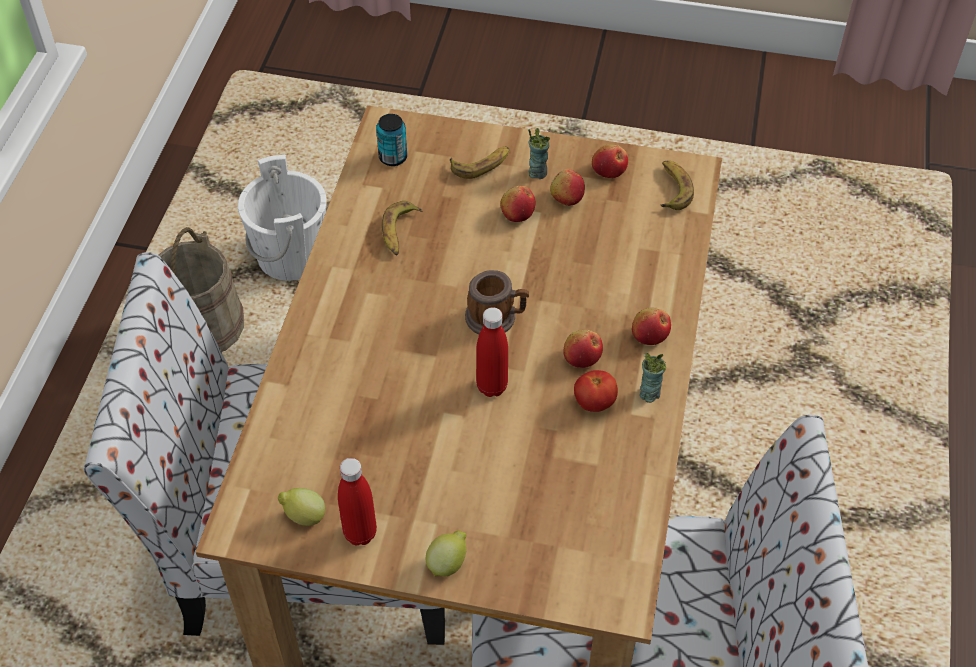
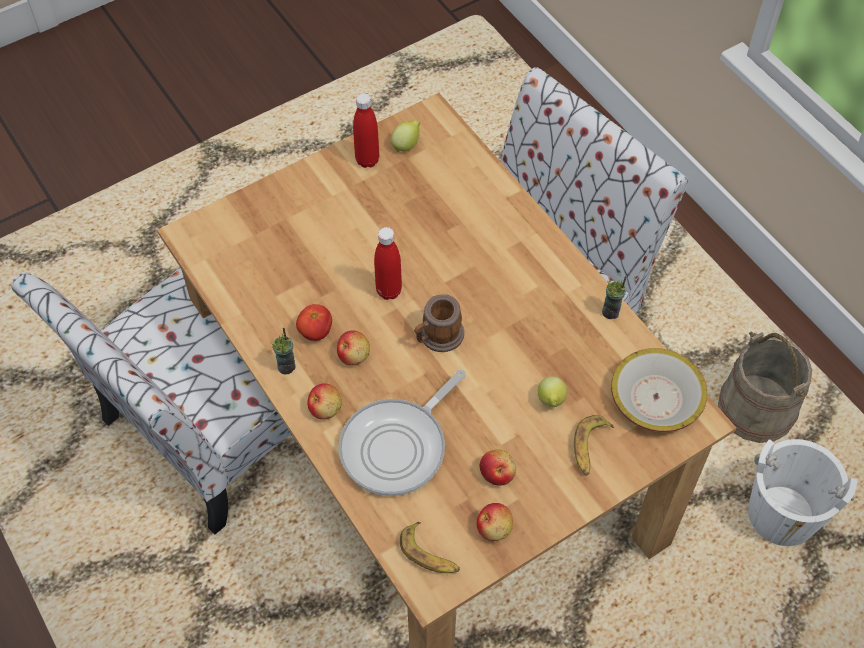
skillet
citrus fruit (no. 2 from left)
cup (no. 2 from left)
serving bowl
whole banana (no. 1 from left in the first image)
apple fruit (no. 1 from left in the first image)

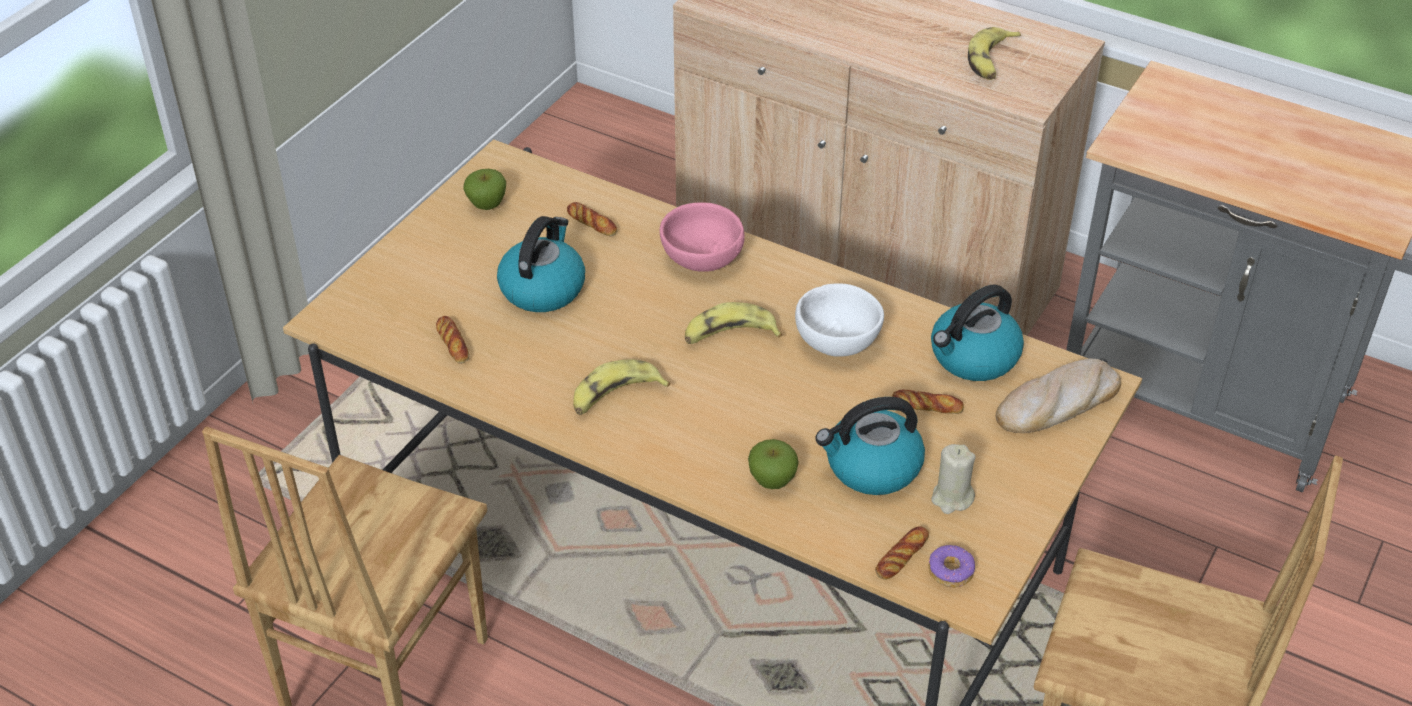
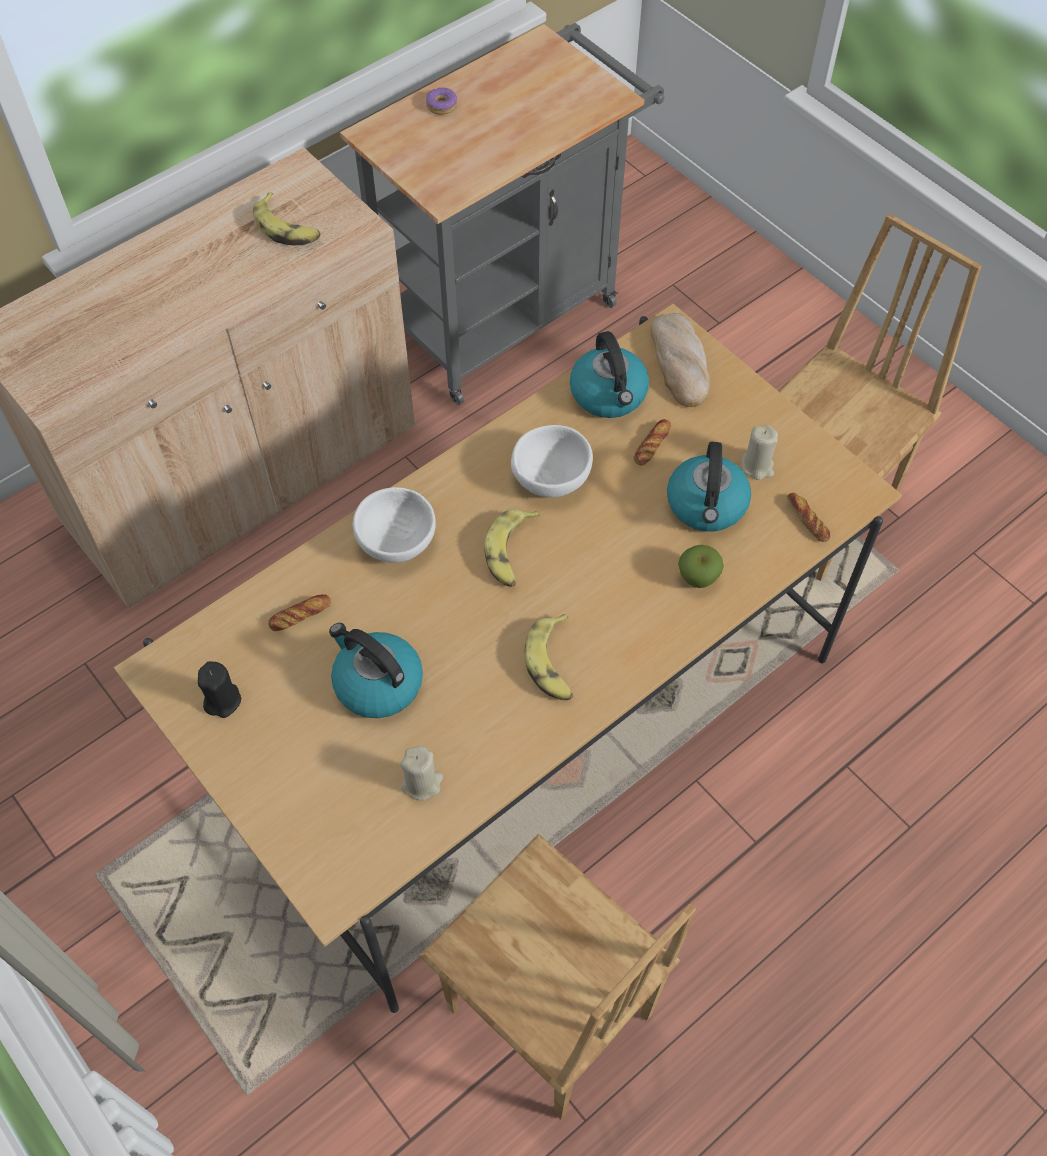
wax candle in blackish
serving bowl in white (no. 1 from left)
wax candle in beige (no. 1 from left)
donut

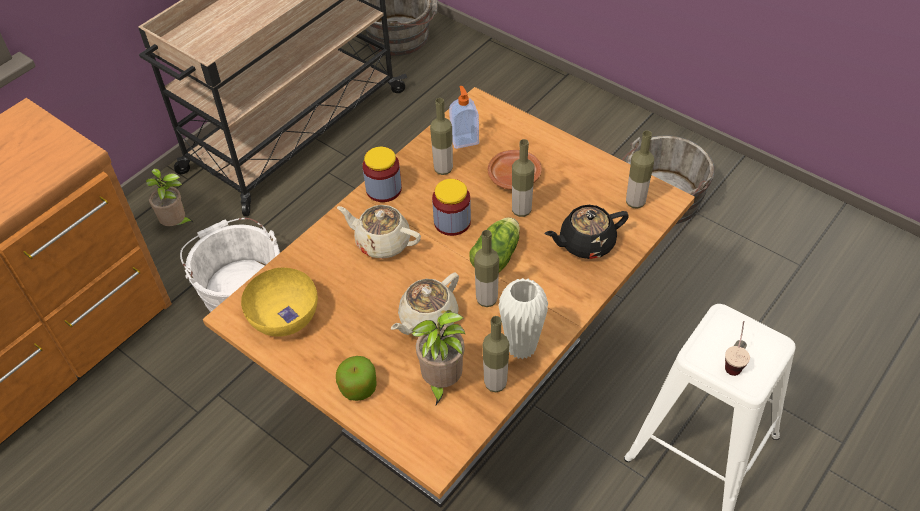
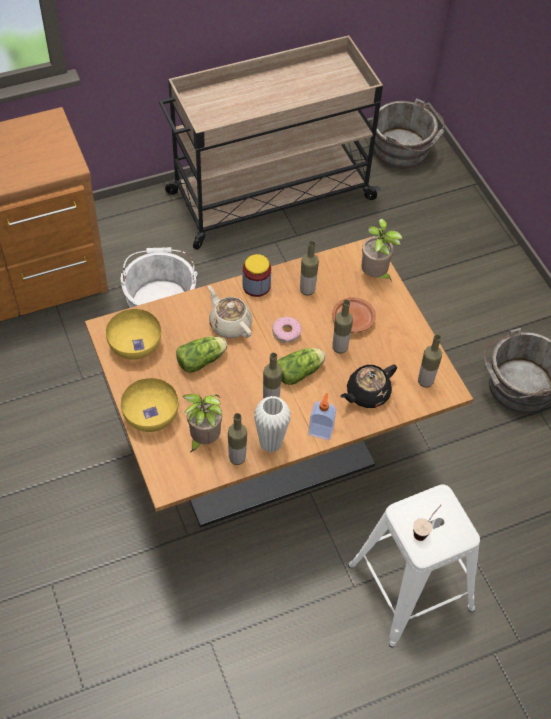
serving bowl in yellowish (no. 2 from left)
lettuce (no. 1 from left)
donut
liquid soap bottle
tea pot in blackish
potted plant (no. 2 from left)
tea pot in beige (no. 2 from left in the first image)

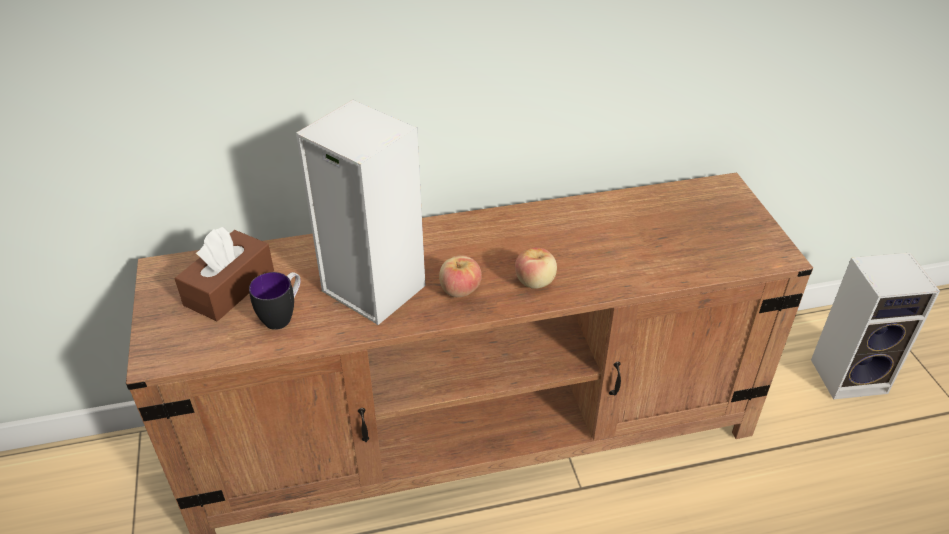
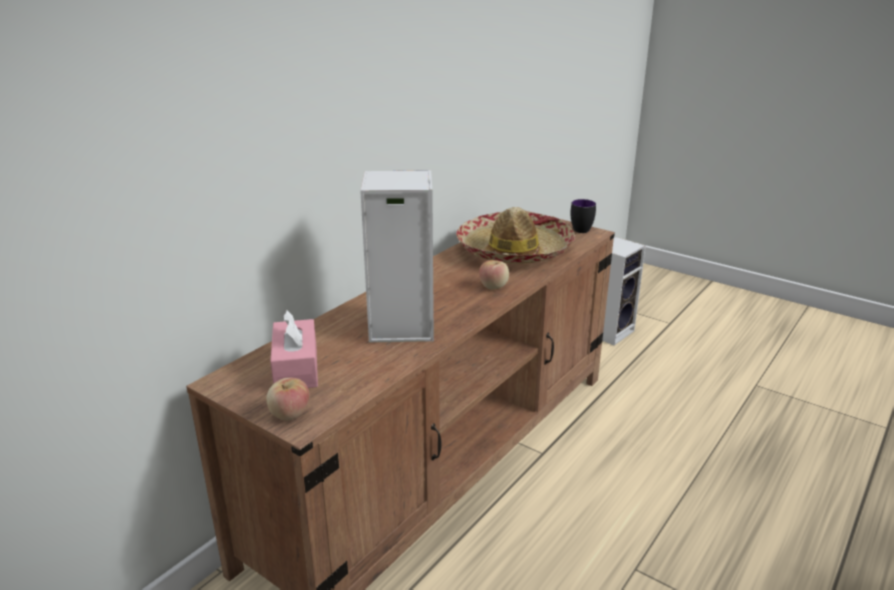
apple fruit (no. 1 from left)
box of tissues in pink
hat
mug

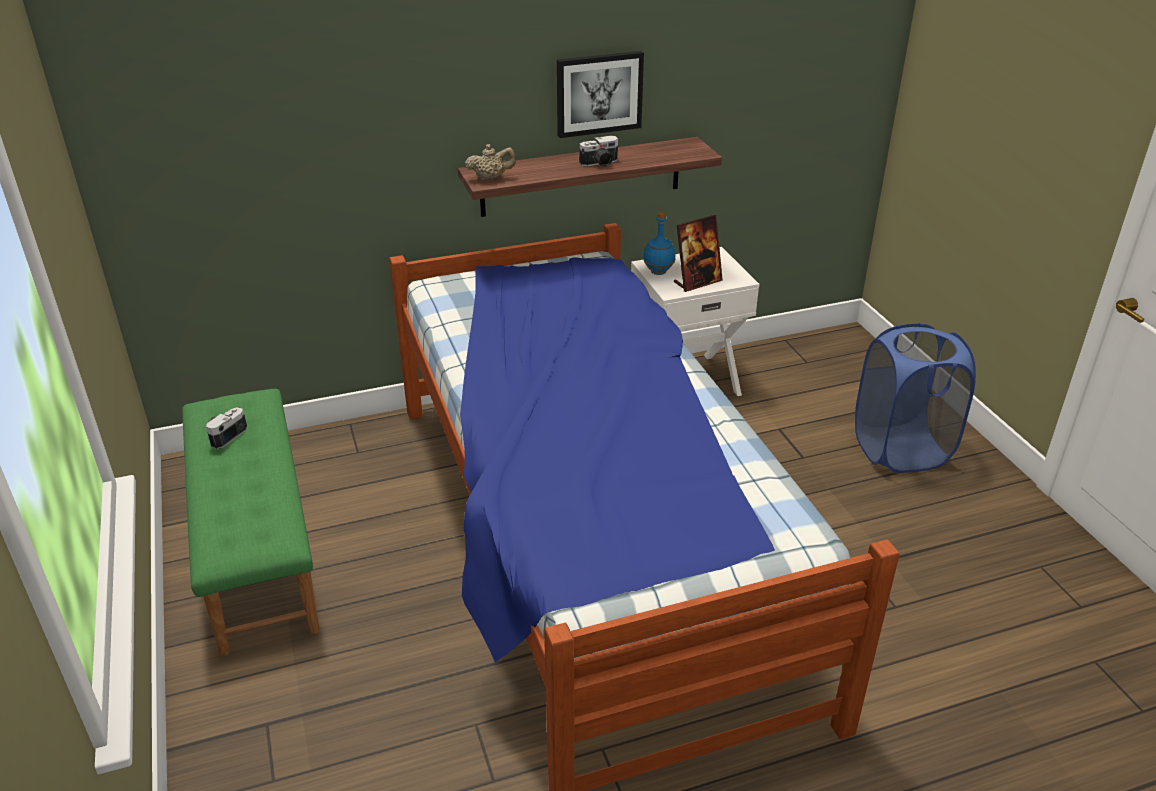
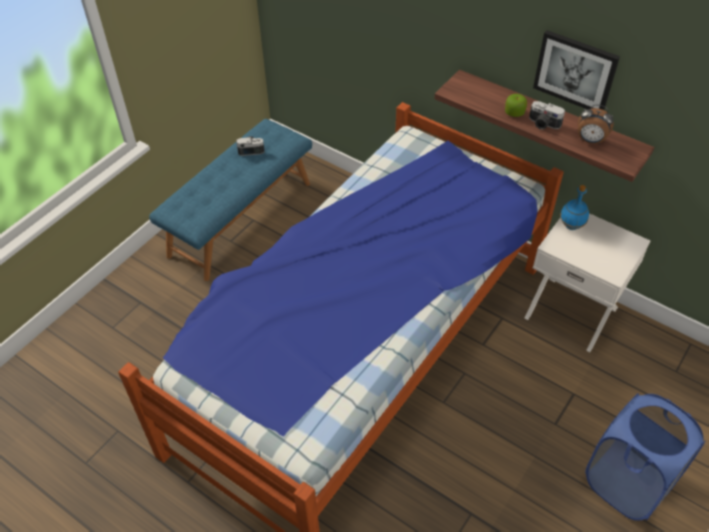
bench in blue-coloured
apple fruit
bedside clock
tea pot in beige
standing frame

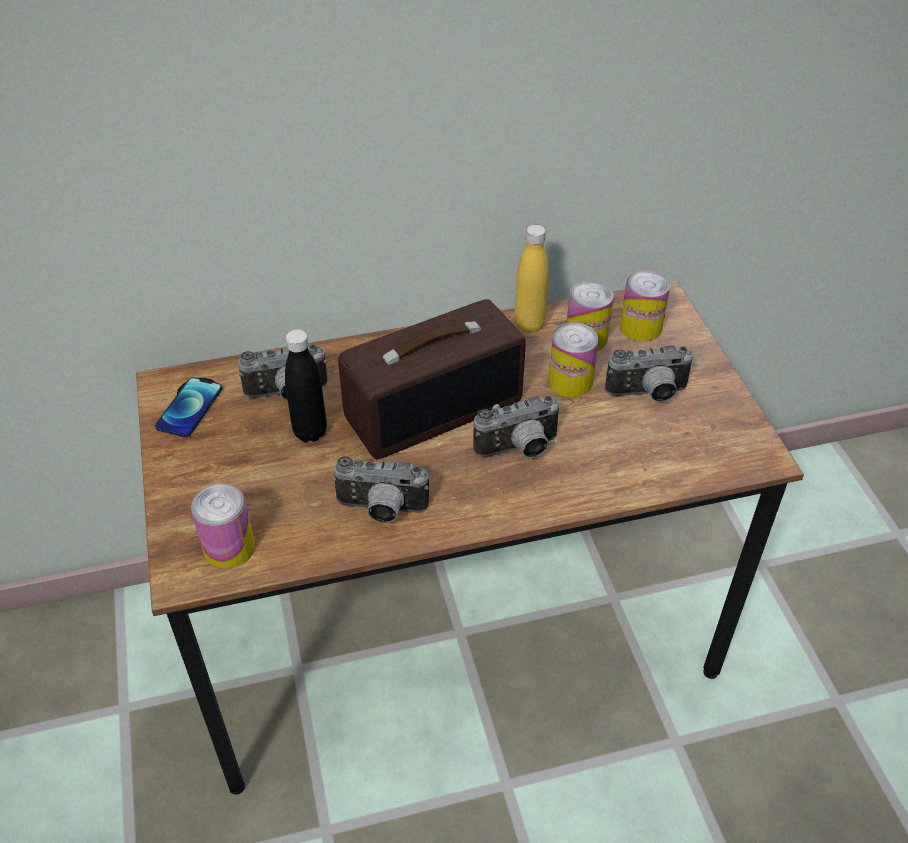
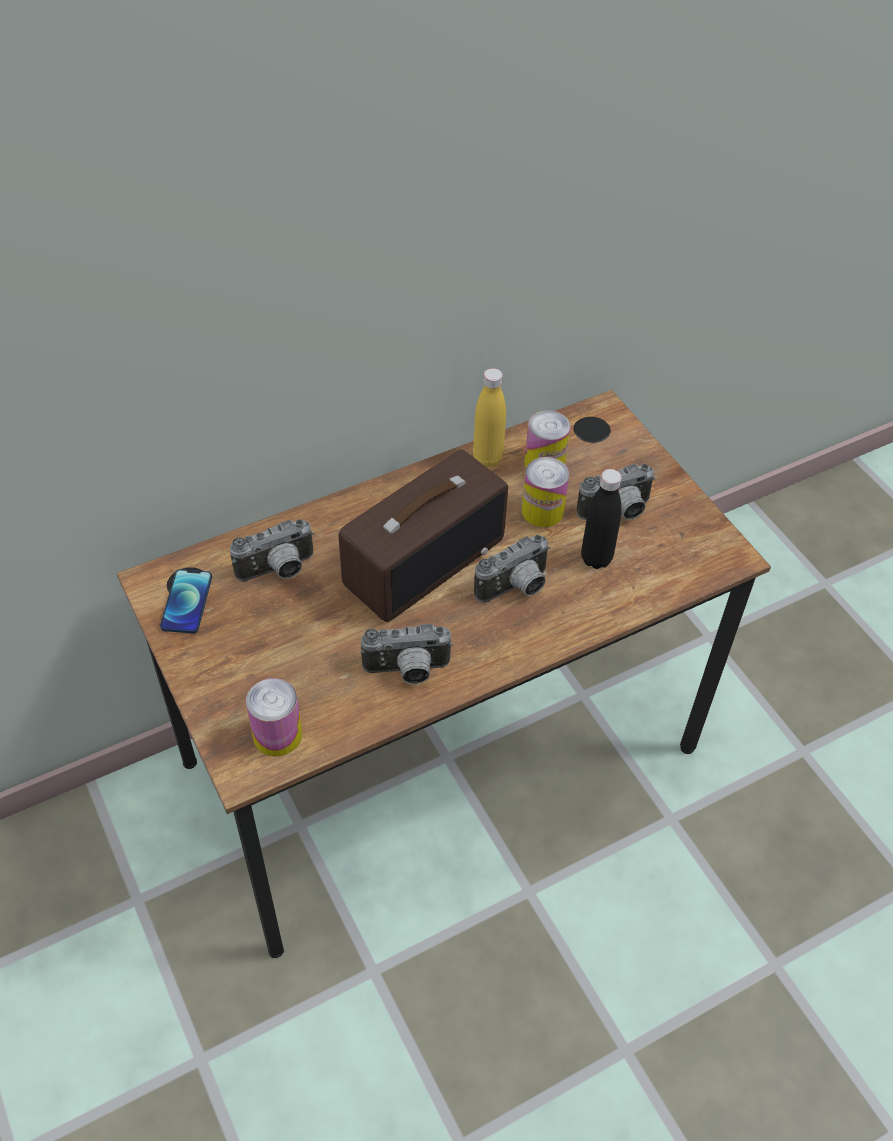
drink bottle in blackish
sealed can (no. 4 from left in the first image)

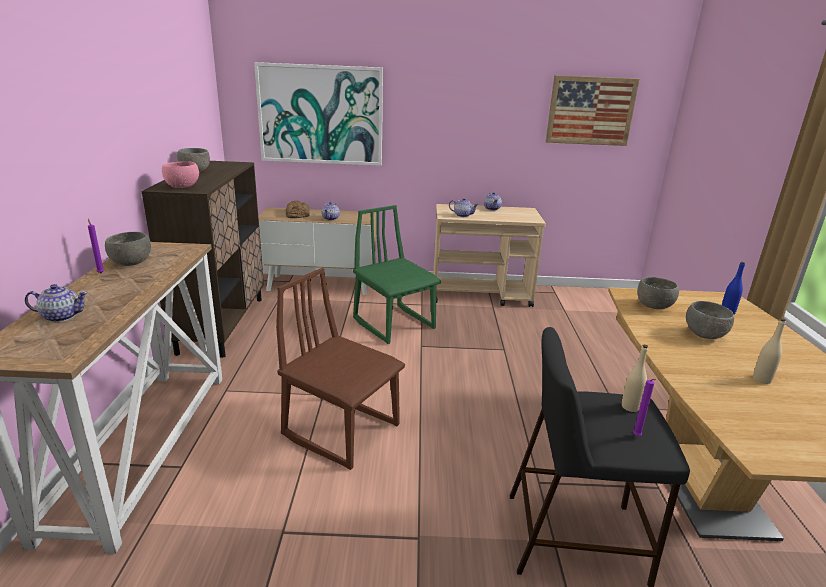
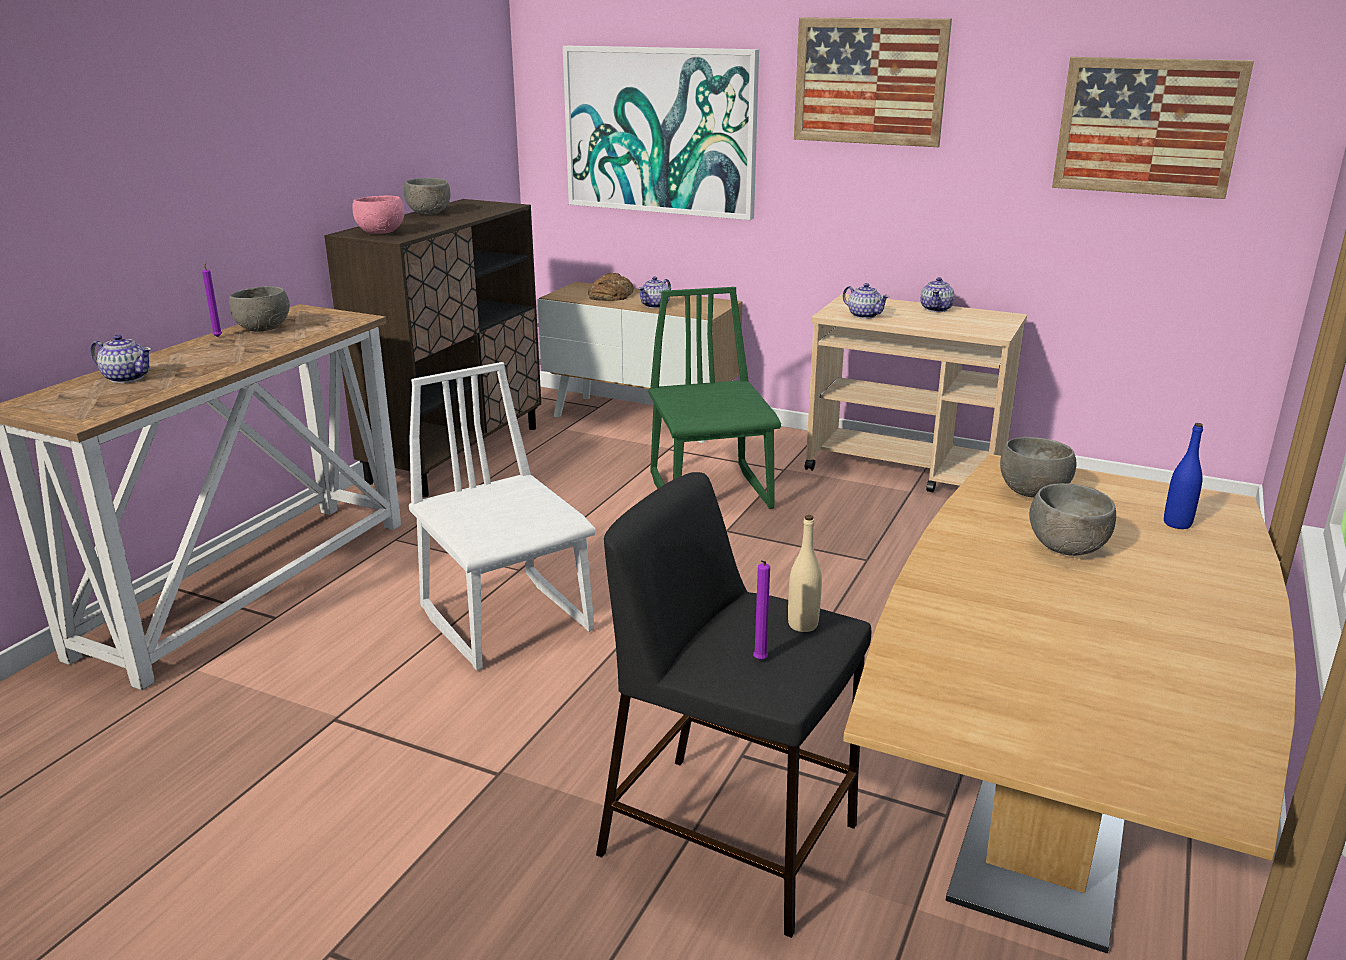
plain chair in white
wall art (no. 2 from left)
drink bottle in beige (no. 2 from left in the first image)

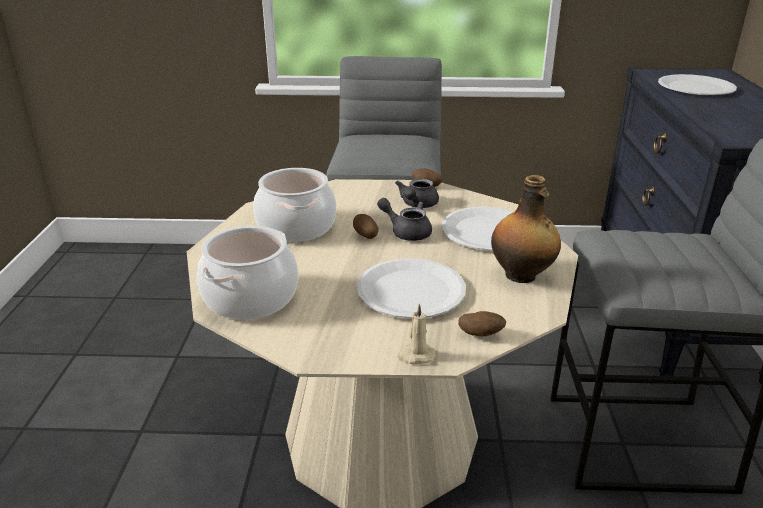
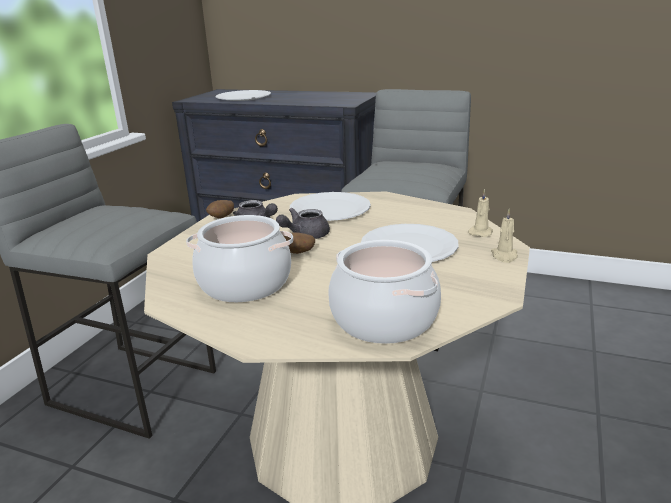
wax candle in beige (no. 1 from left)
drink bottle

